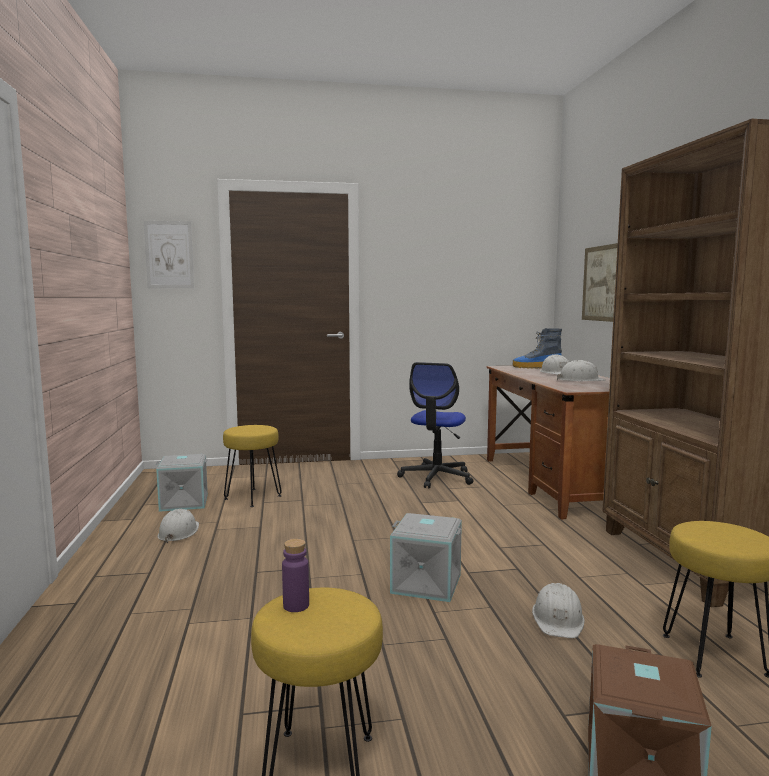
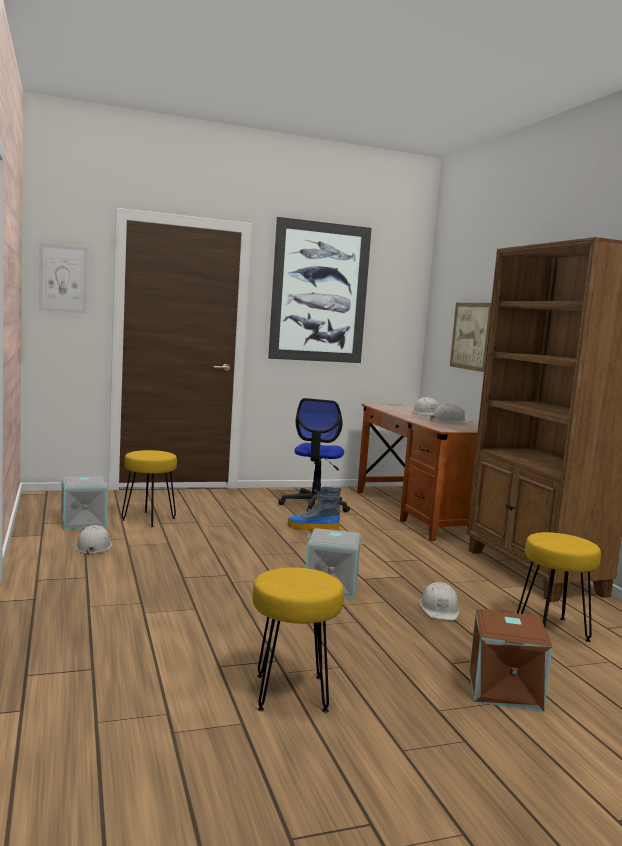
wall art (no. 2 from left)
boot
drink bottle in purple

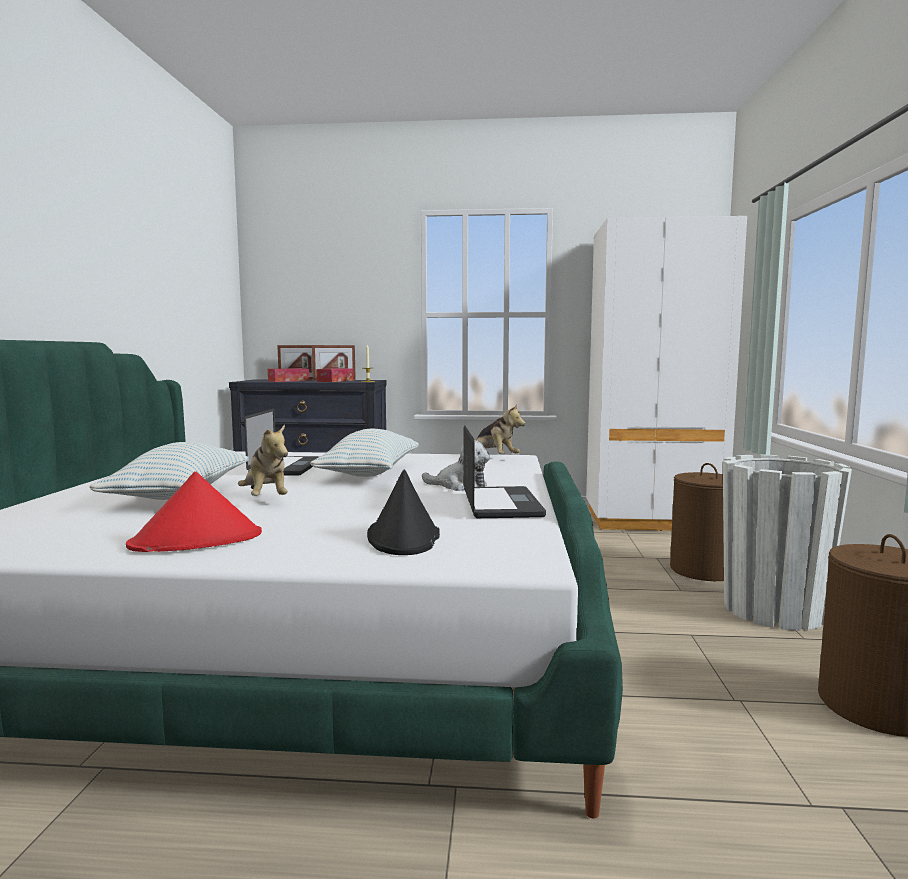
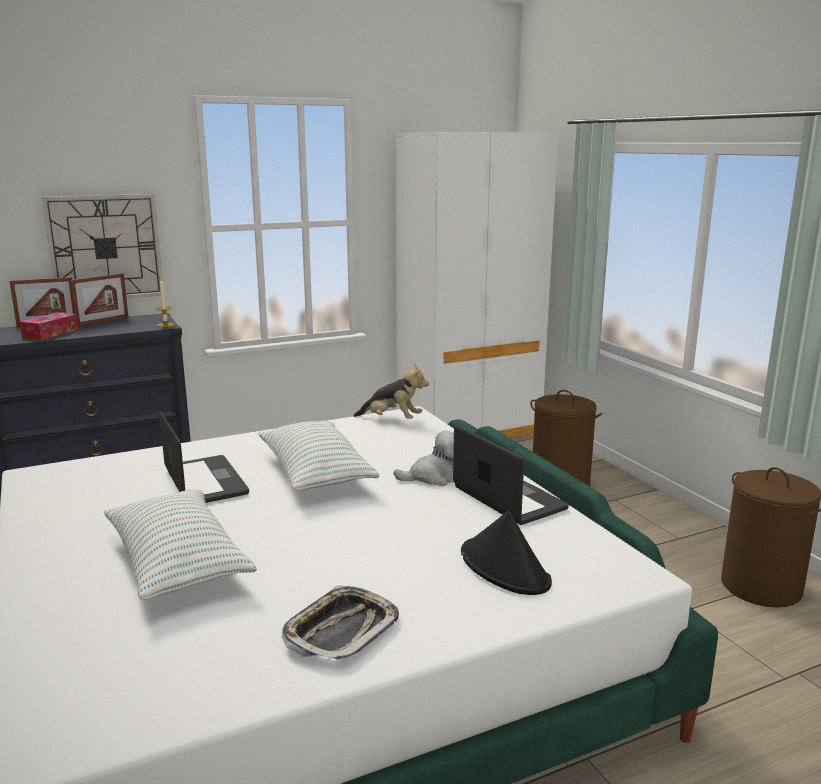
hanging clock
carrying tray
soft toy (no. 1 from left in the first image)
box of tissues (no. 2 from left in the first image)
plant pot in white

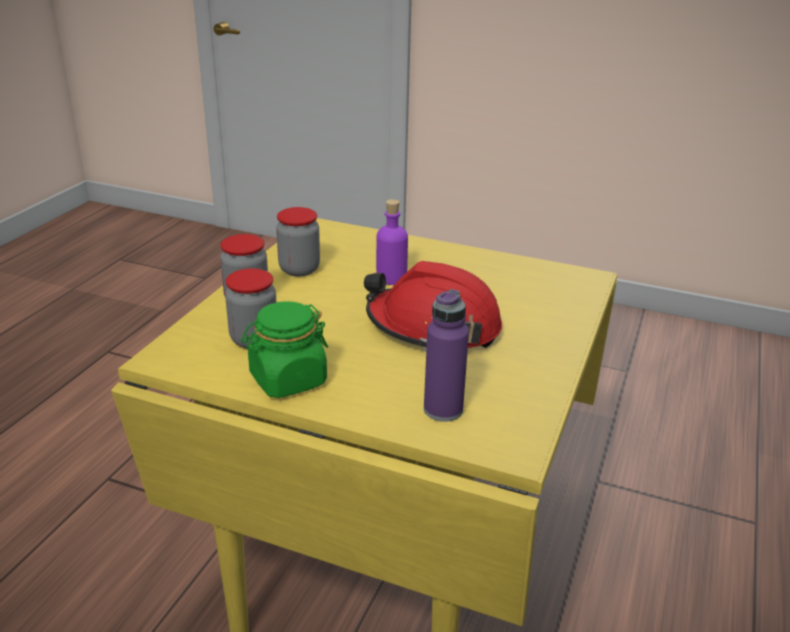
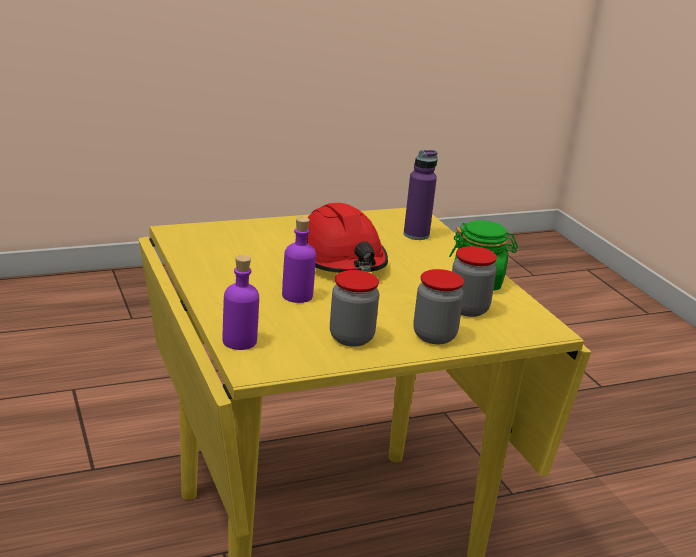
drink bottle in purple (no. 1 from left)

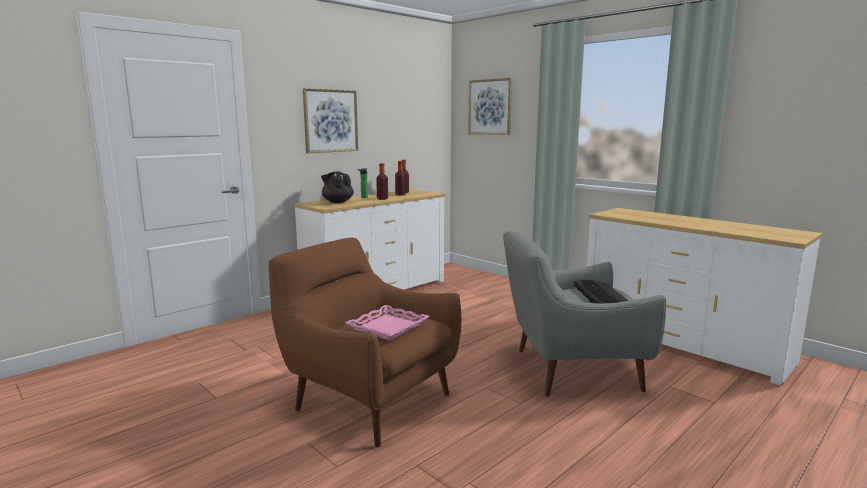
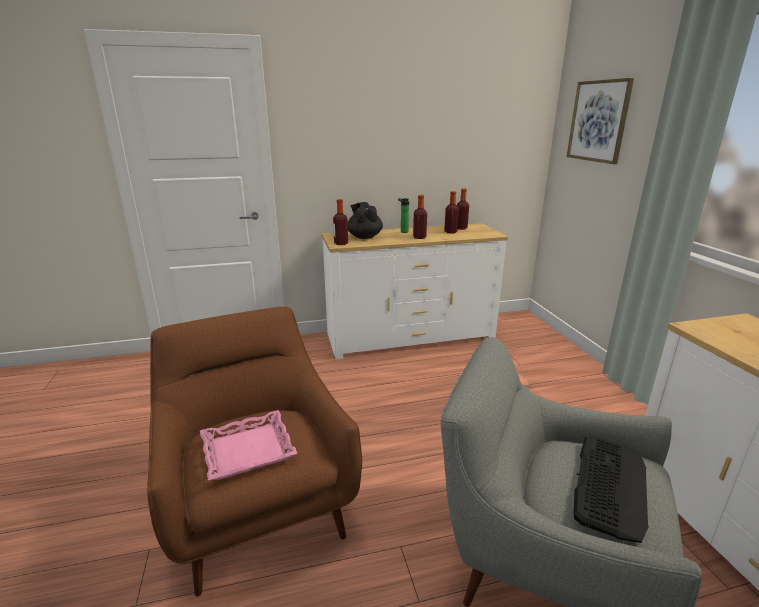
drink bottle (no. 1 from left)
wall art (no. 1 from left in the first image)

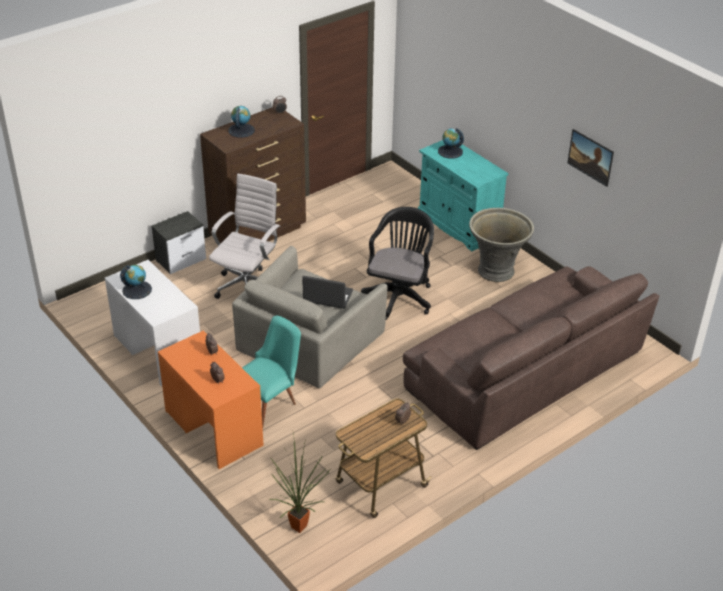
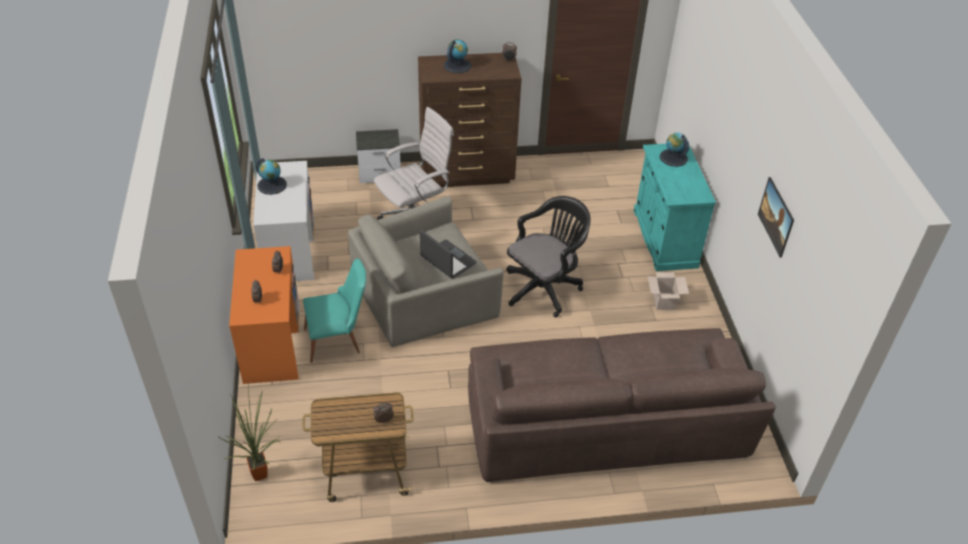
packing box

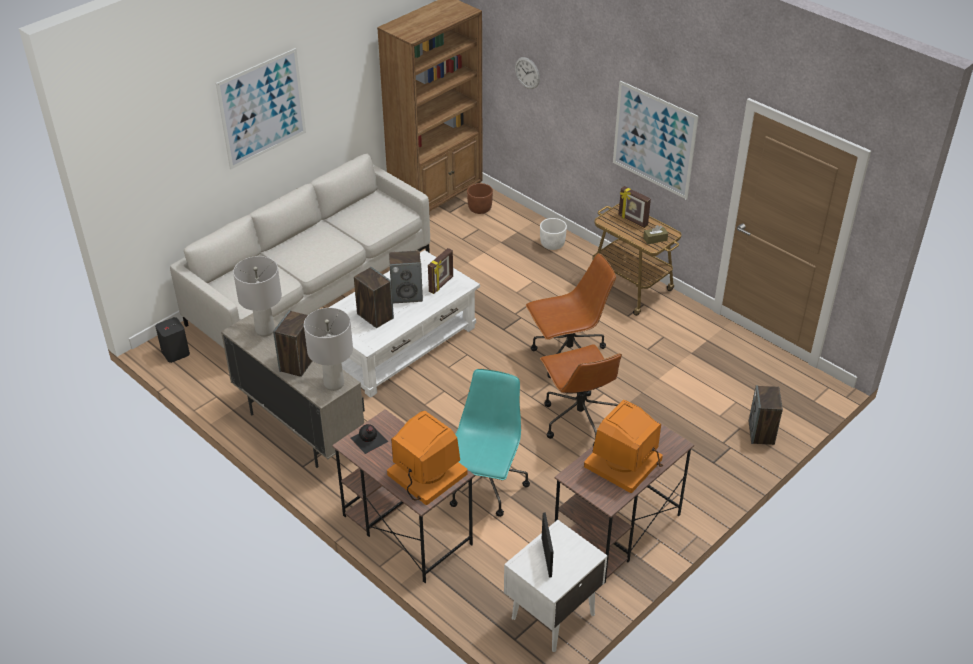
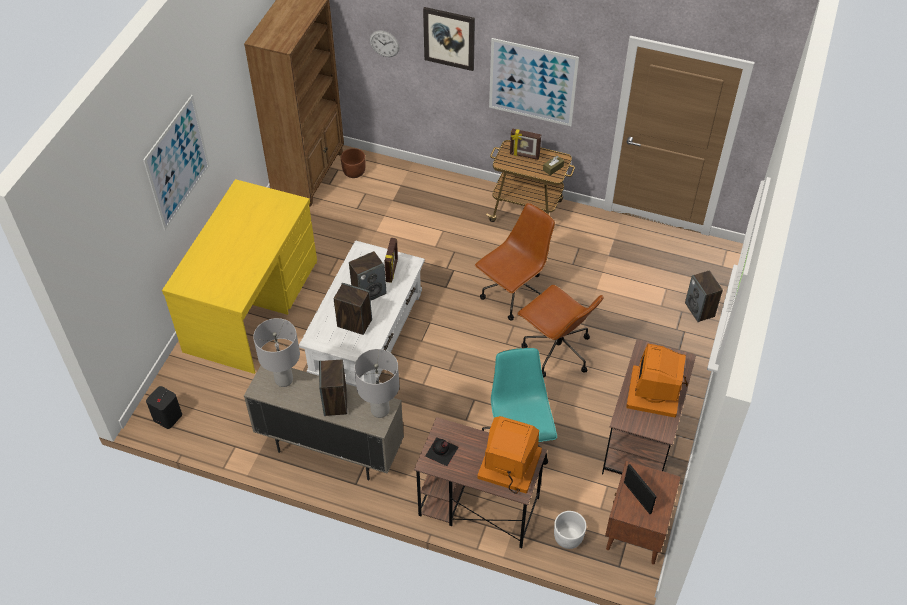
desk in yellowish
wall art (no. 2 from left)
plant pot in white
nightstand in brownish

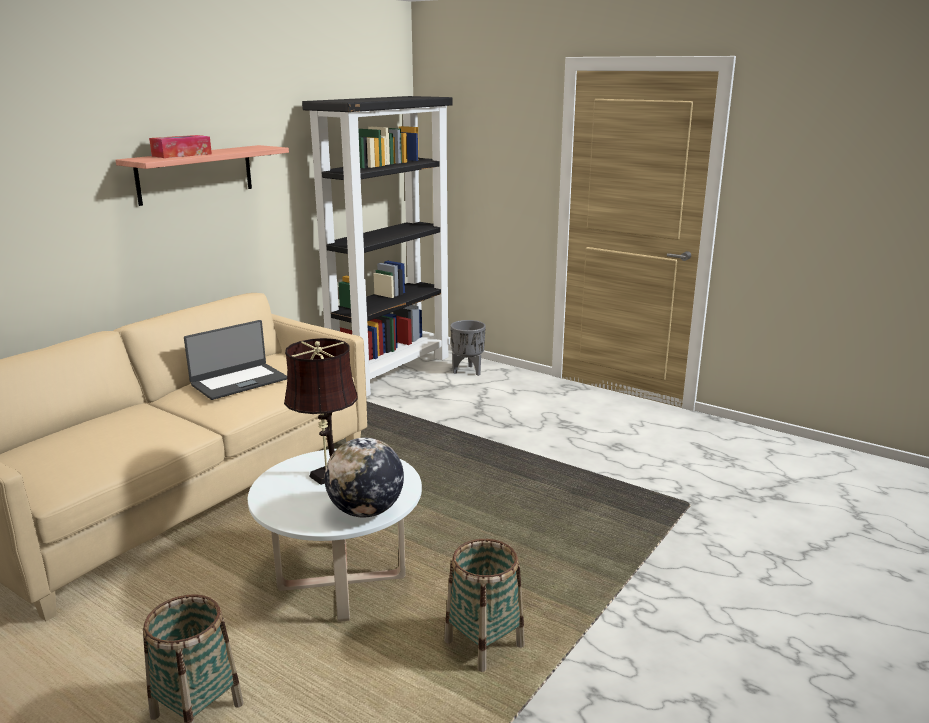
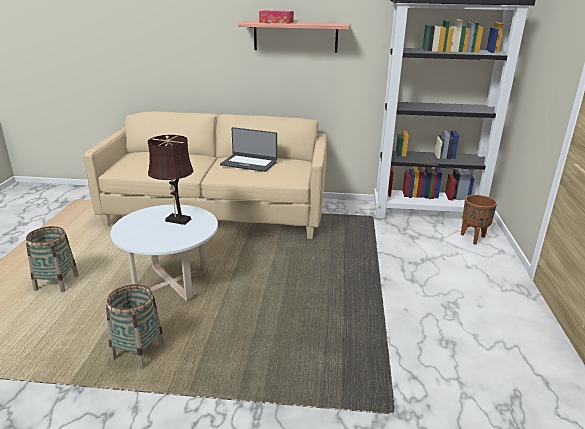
plant pot in brownish
globe

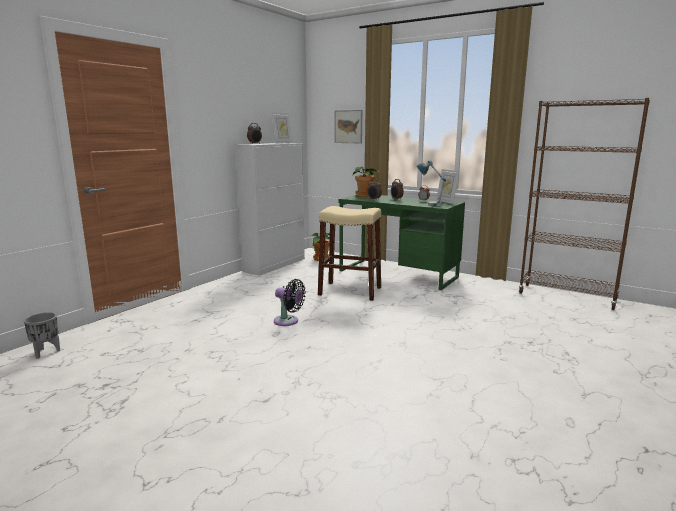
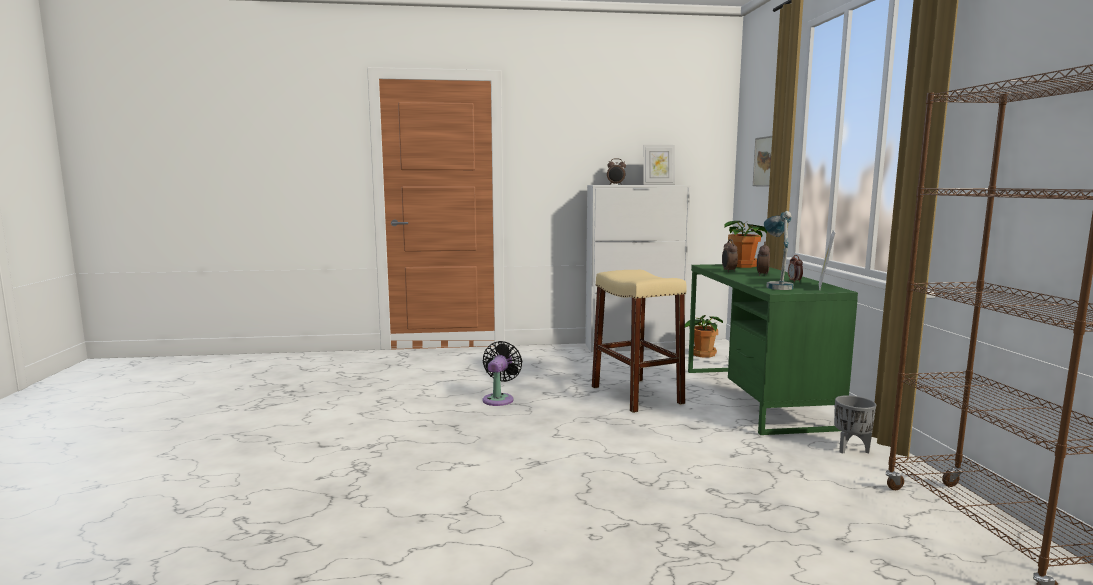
fan in blackish
plant pot in grey

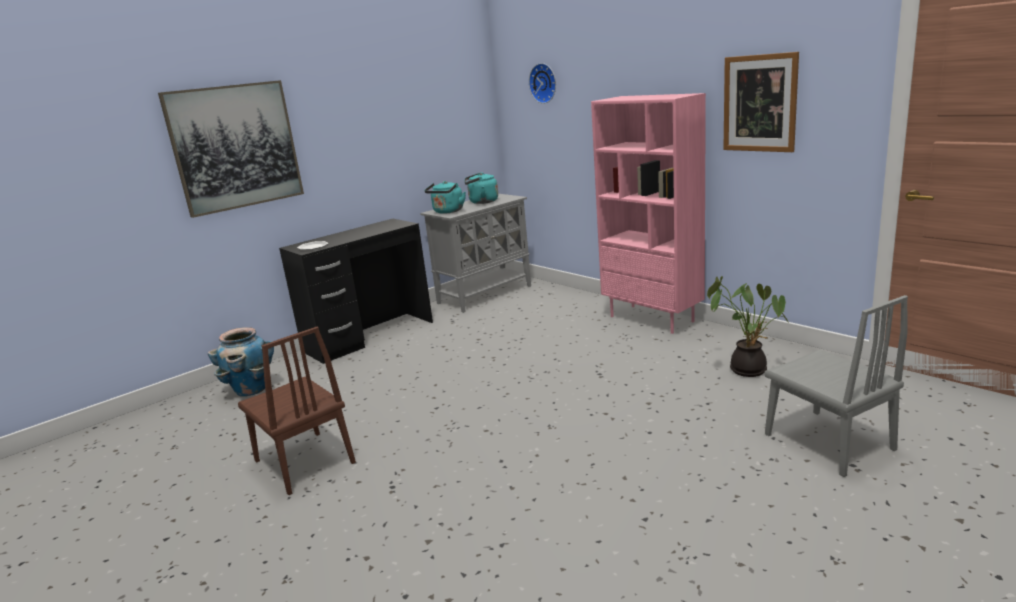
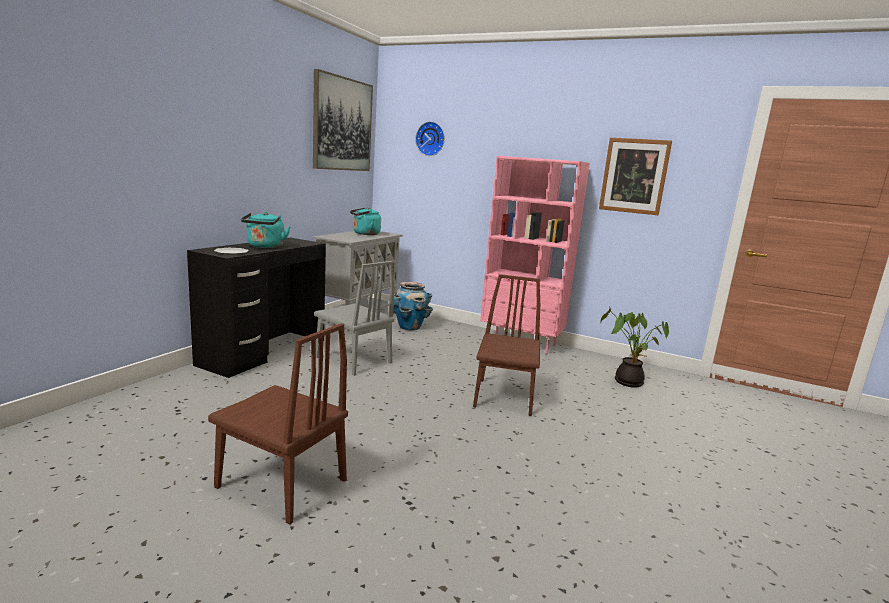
tea kettle in turquoise-coloured (no. 1 from left)
wall art (no. 1 from left)
plain chair in grey
plant pot
plain chair in brownish (no. 2 from left)

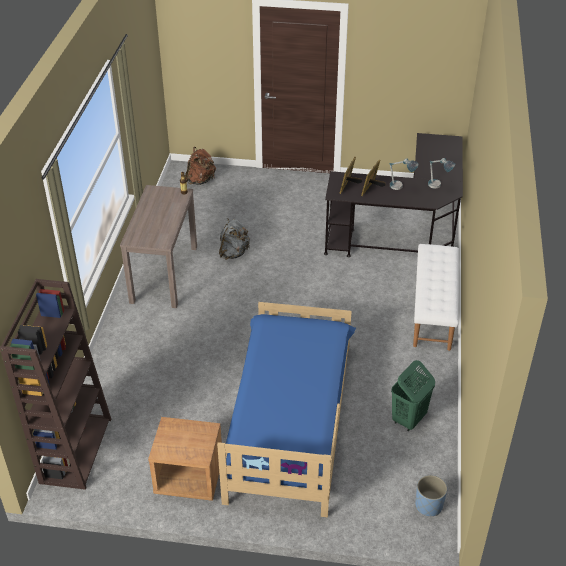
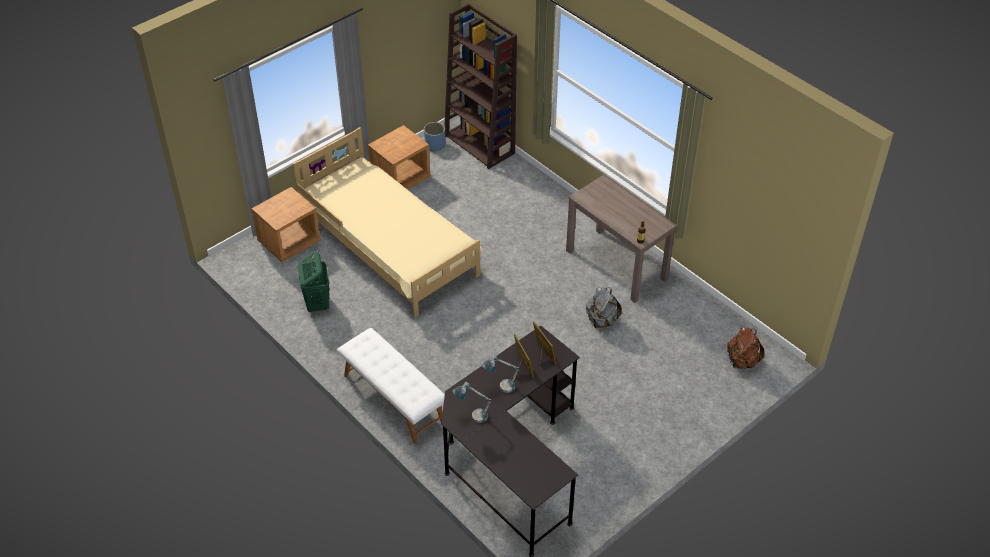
nightstand in brownish (no. 1 from left)
bedroom bed in beige
plant pot in blue-coloured

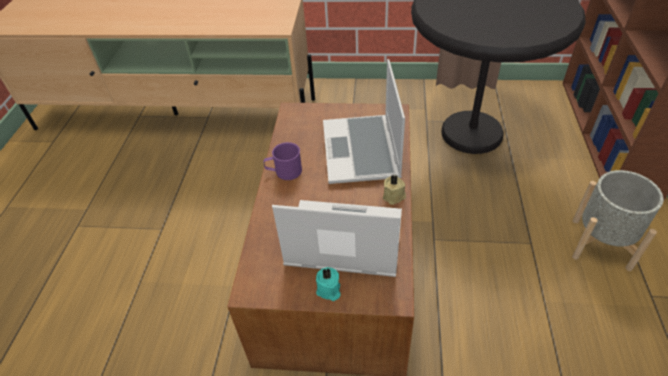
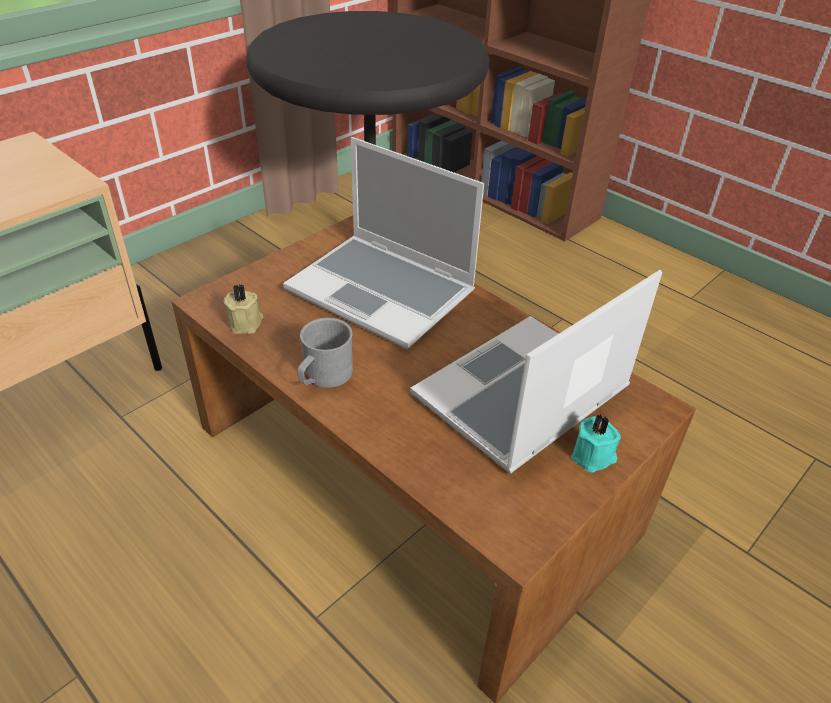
wax candle in beige
mug in grey
plant pot in grey

